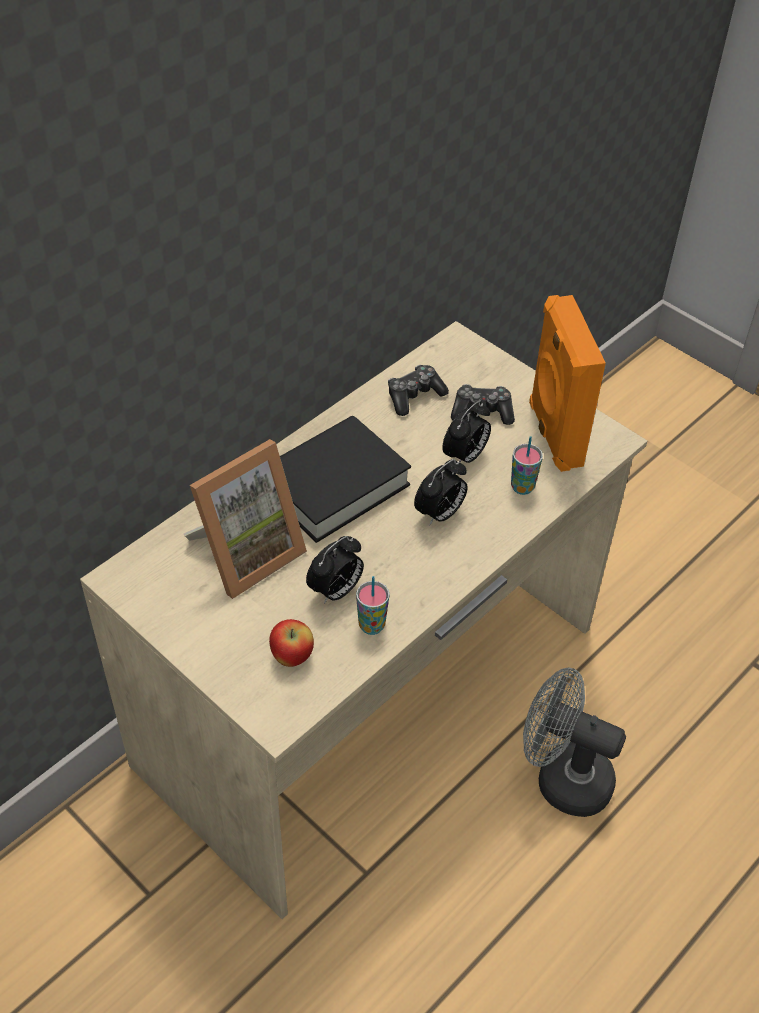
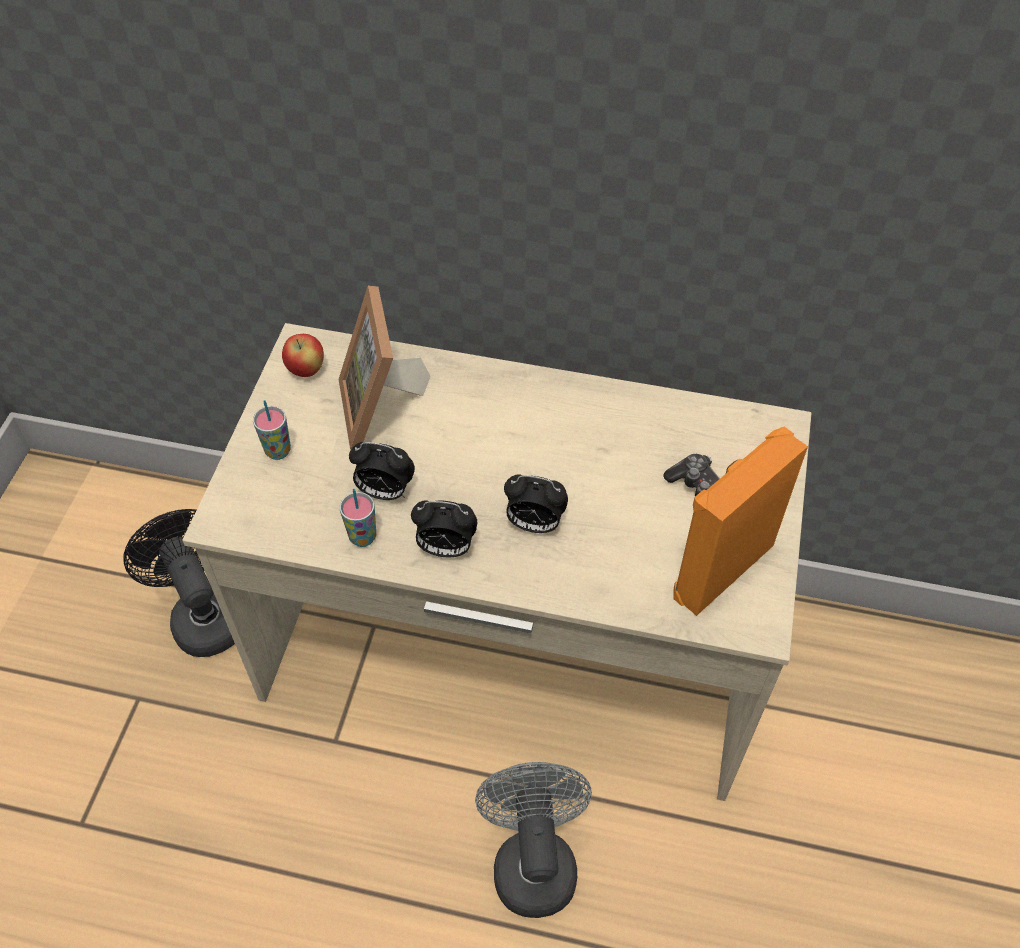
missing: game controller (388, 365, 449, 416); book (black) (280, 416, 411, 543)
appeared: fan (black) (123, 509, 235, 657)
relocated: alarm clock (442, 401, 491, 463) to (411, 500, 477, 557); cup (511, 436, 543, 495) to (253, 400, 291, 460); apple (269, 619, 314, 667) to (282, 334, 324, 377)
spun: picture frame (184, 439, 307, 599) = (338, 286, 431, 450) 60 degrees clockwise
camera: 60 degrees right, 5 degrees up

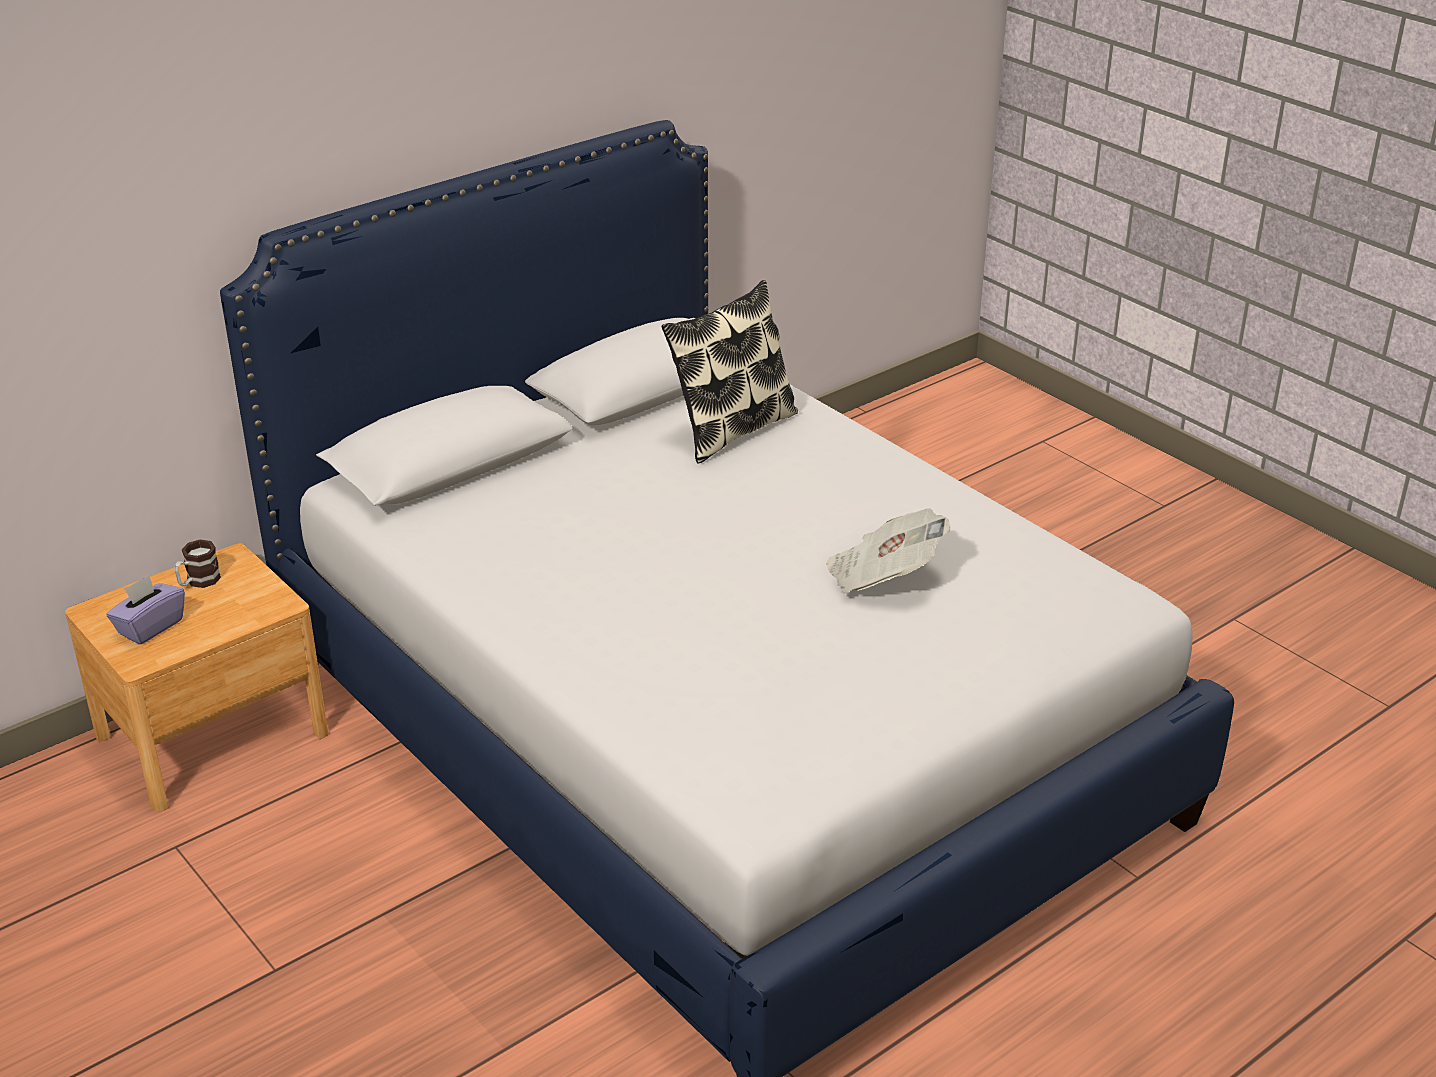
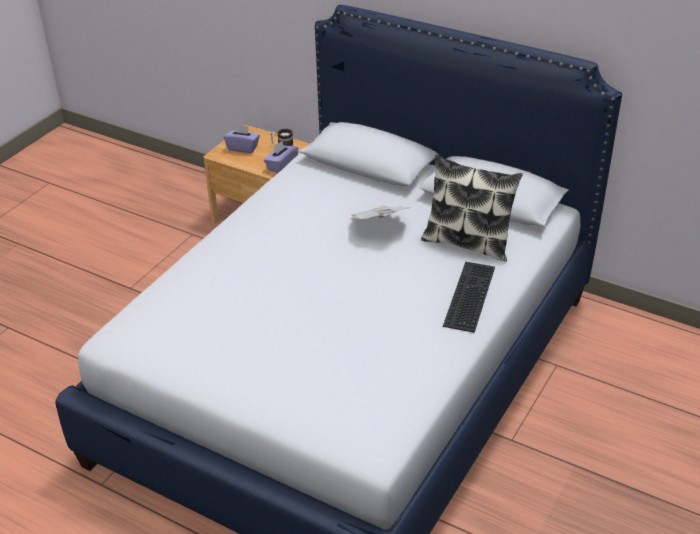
appeared: tissue box (purple) (264, 141, 298, 173); keyboard (443, 262, 495, 333)
relocated: newspaper (826, 508, 950, 594) to (351, 205, 410, 219)
camera: 70 degrees right, 5 degrees up

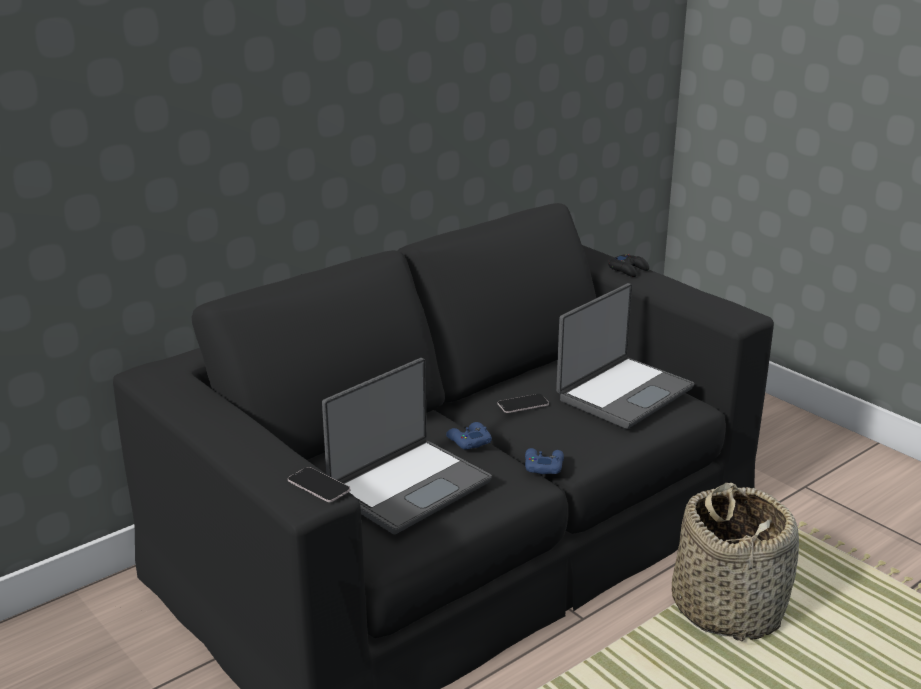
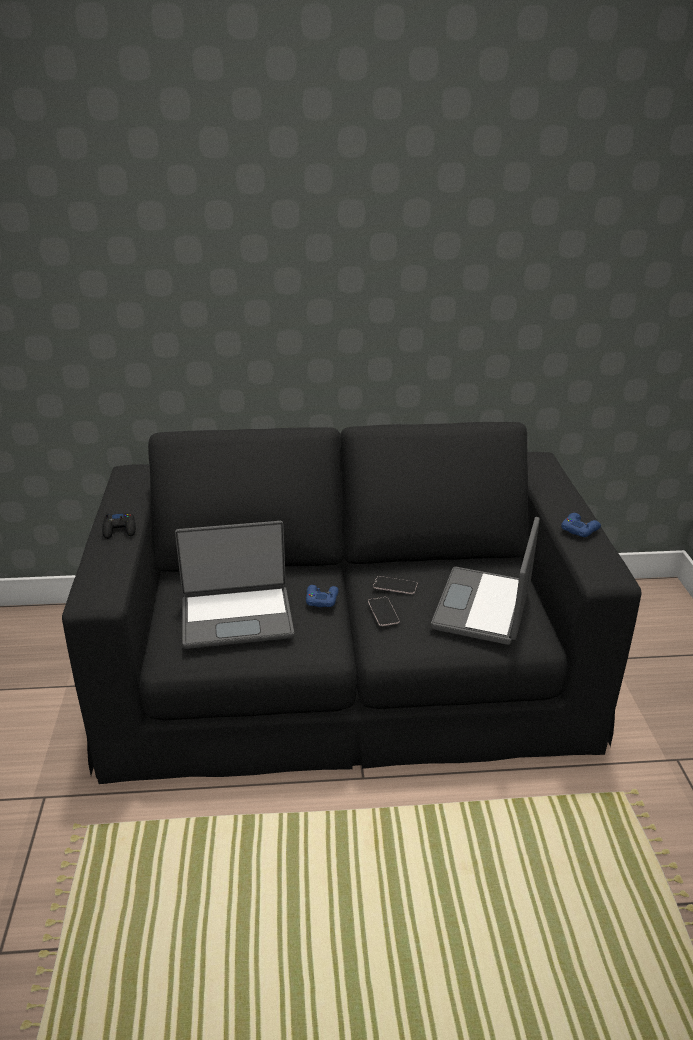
missing: basket (672, 483, 799, 642)
relocated: game controller (black) (608, 254, 649, 277) to (102, 513, 136, 539); game controller (blue) (525, 448, 564, 474) to (561, 513, 601, 537); phone (288, 467, 350, 502) to (368, 597, 400, 626)
spun: laptop (556, 283, 694, 429) = (431, 517, 540, 645) 120 degrees clockwise
camera: 35 degrees right, 5 degrees up

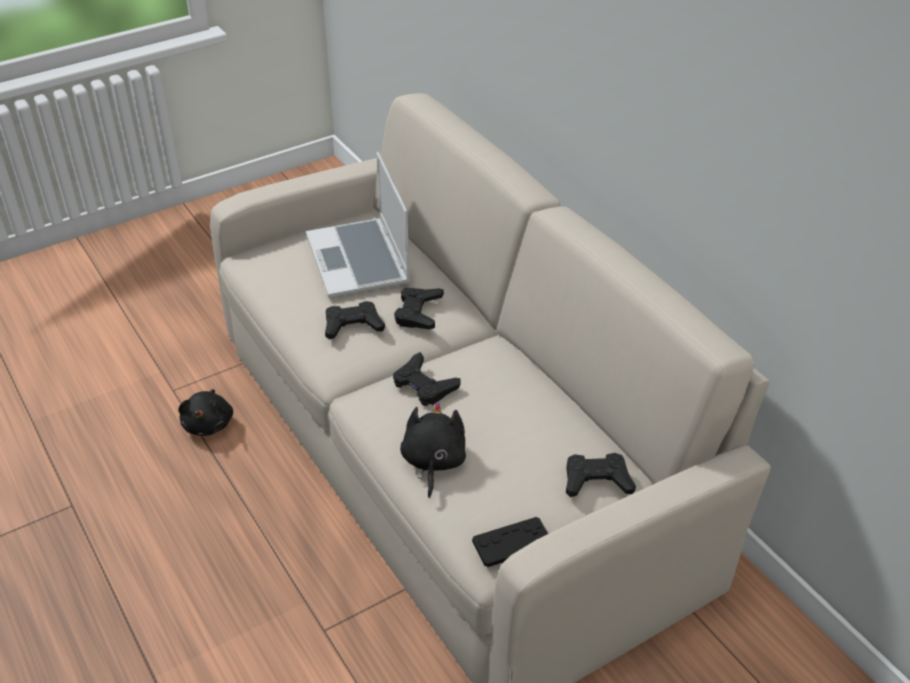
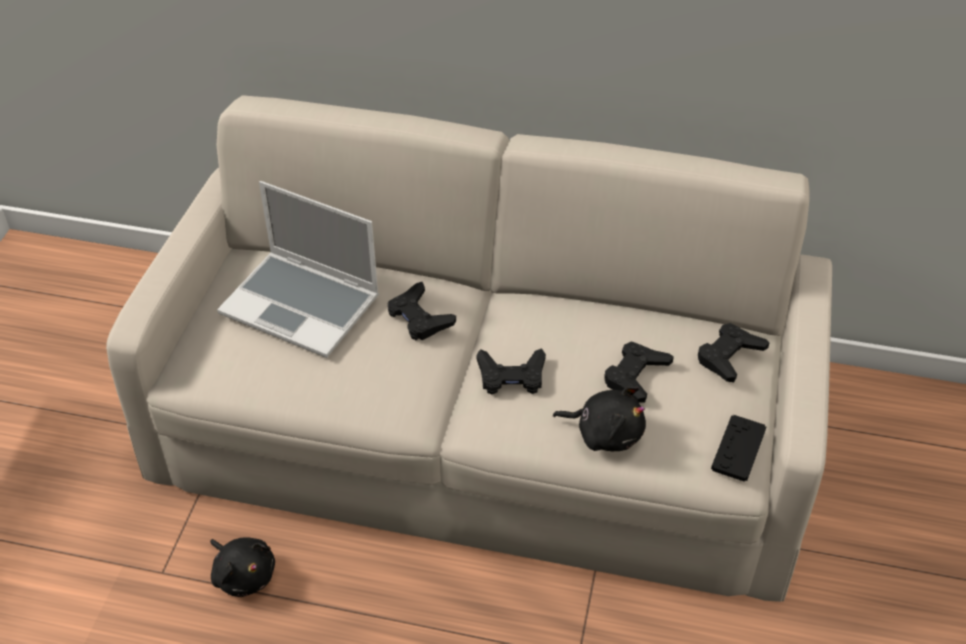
relocated: game controller (black) (325, 301, 385, 340) to (605, 341, 674, 403)
spun: plush toy (black) (400, 401, 466, 498) = (553, 386, 646, 451) 150 degrees clockwise
camera: 45 degrees left, 5 degrees up

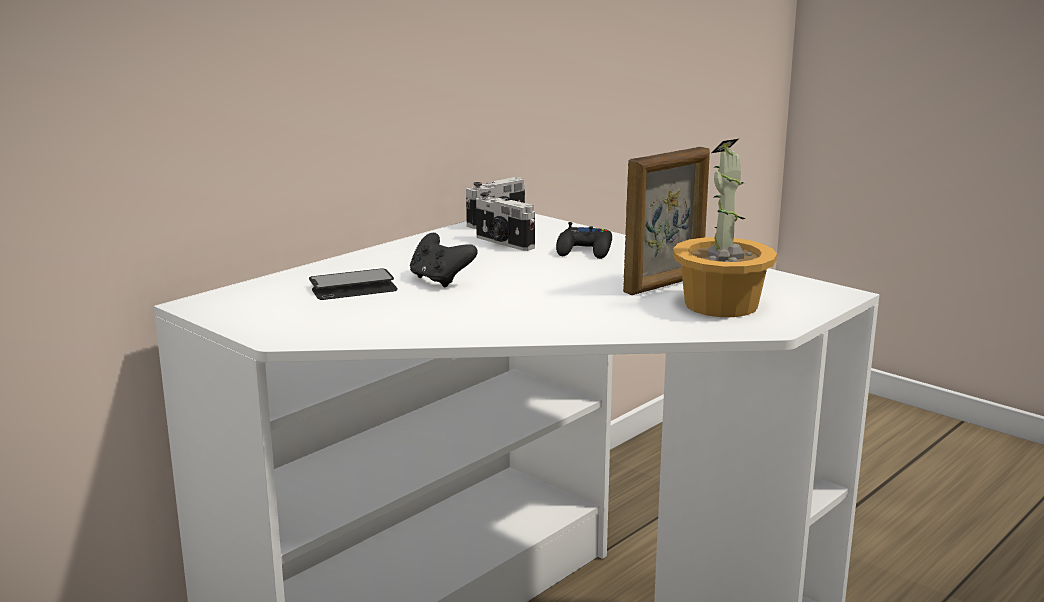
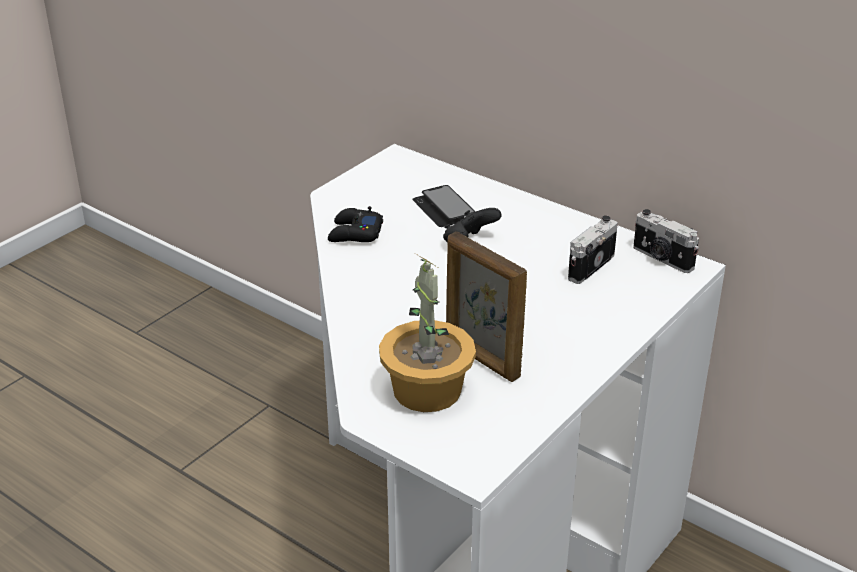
relocated: game controller (black) (556, 222, 612, 259) to (328, 206, 383, 242)
camera: 85 degrees right, 15 degrees up

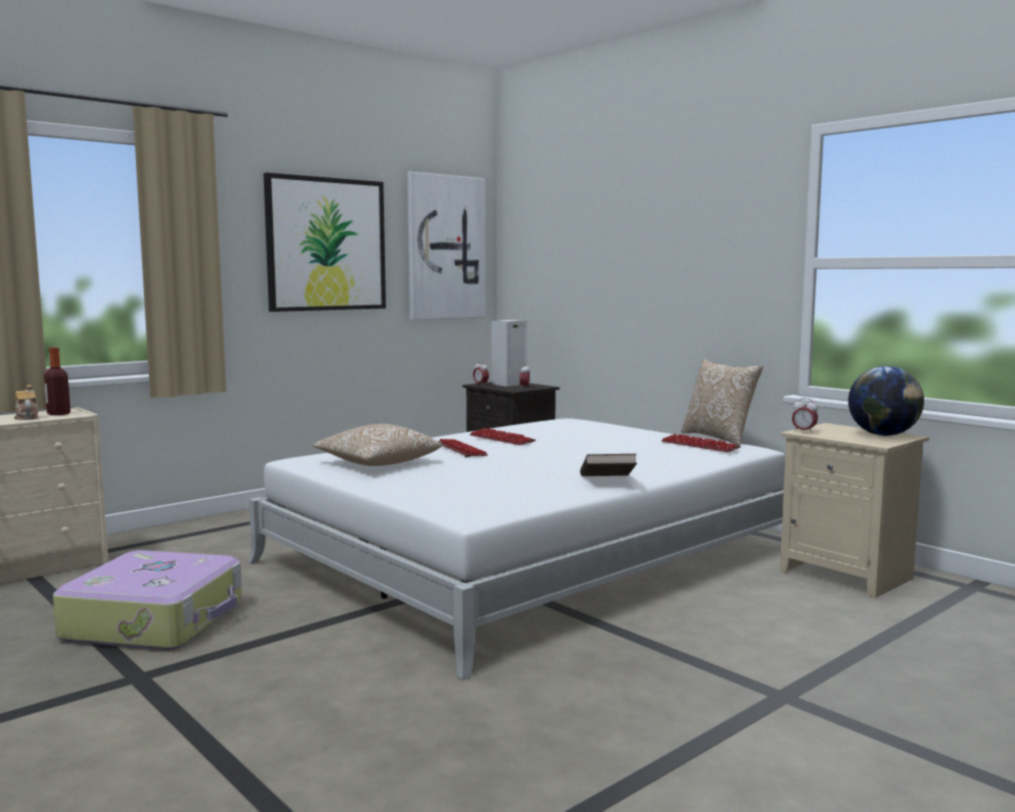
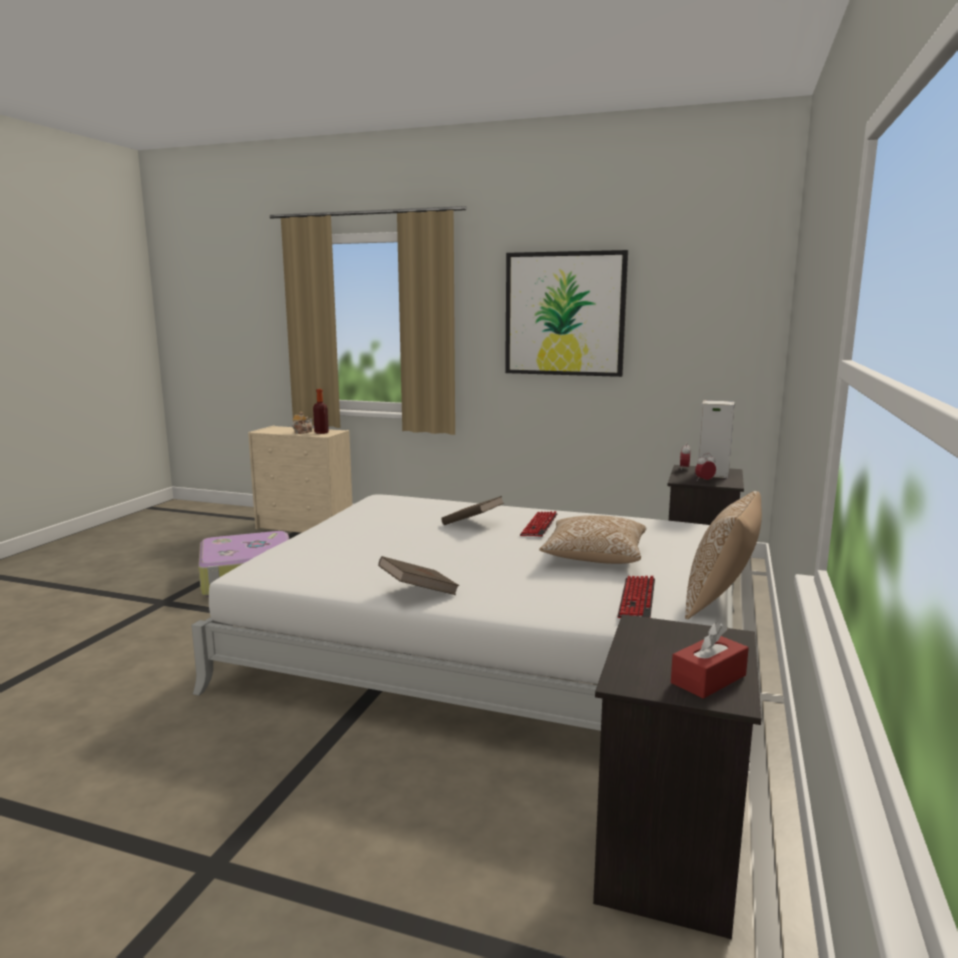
missing: picture (407, 172, 486, 320); alarm clock (792, 398, 818, 434)
relocated: pillow (312, 424, 442, 466) to (539, 515, 646, 564)
exchanged: globe (848, 366, 924, 436) to tissue box (red) (671, 622, 749, 699); keyboard (439, 439, 488, 457) to book (brown) (441, 496, 504, 525)
colour: nightstand (beige) (780, 423, 929, 598) to nightstand (black) (593, 614, 761, 939)
camera: 60 degrees right, 5 degrees up

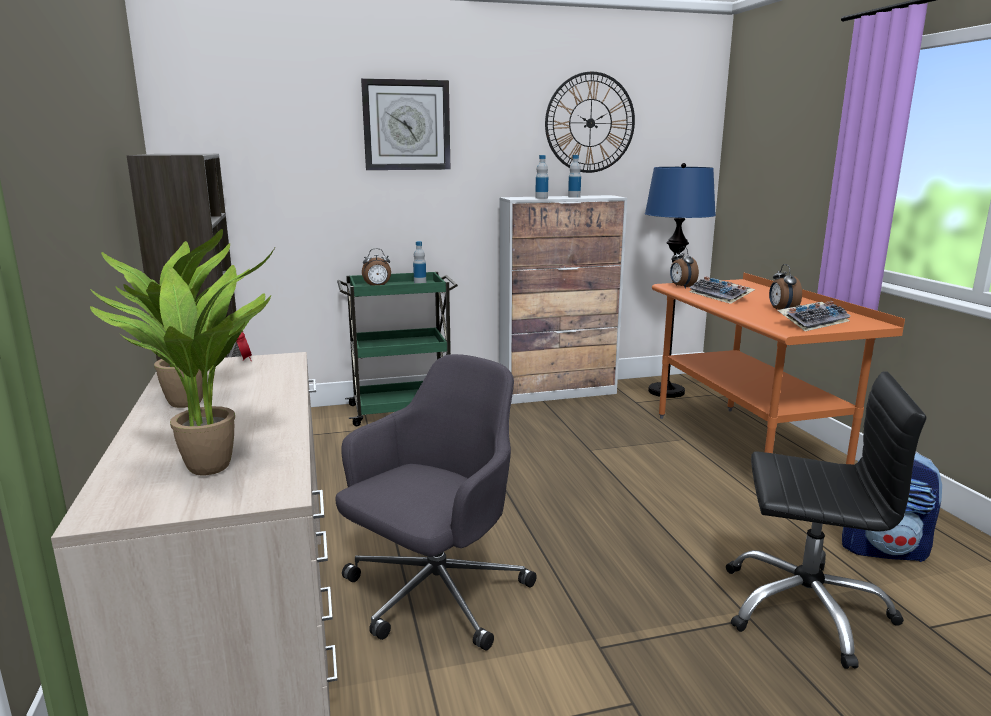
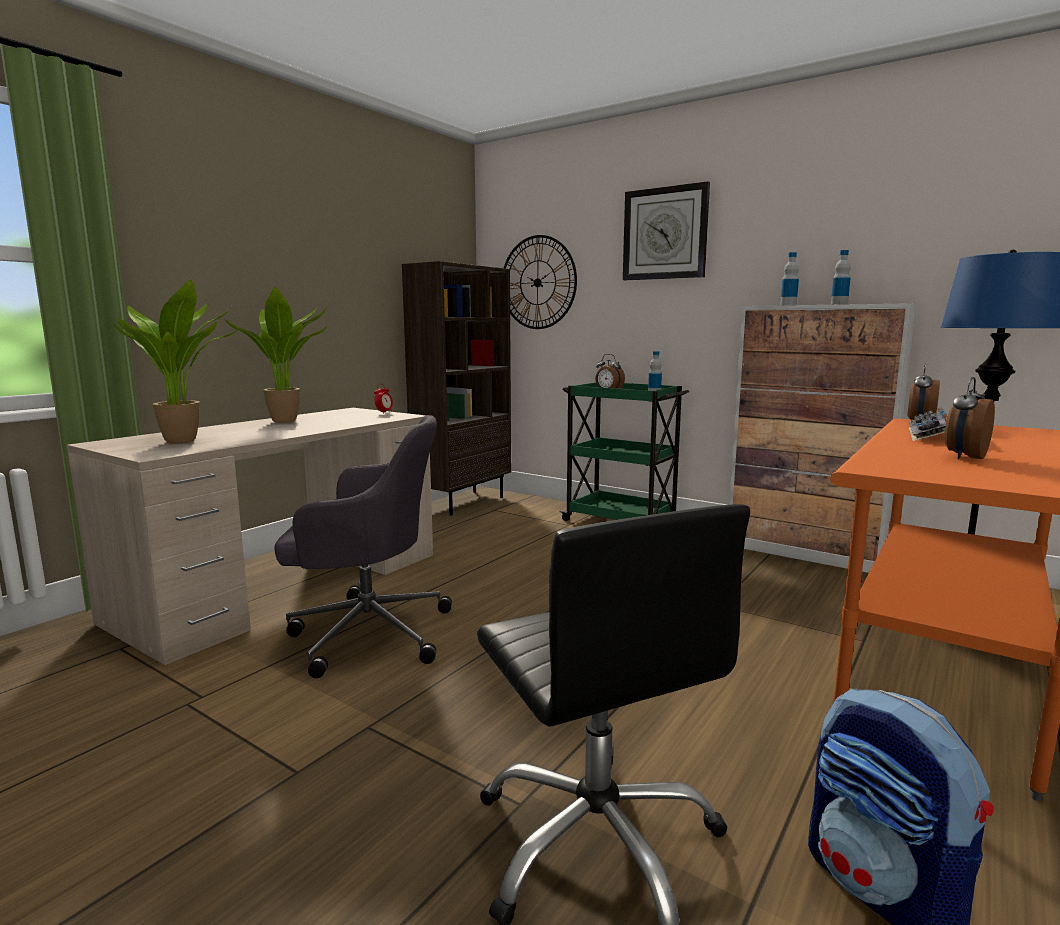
missing: keyboard (777, 301, 851, 331)
relocated: wall clock (545, 72, 635, 173) to (504, 235, 577, 329)
camera: 50 degrees right, 5 degrees down

